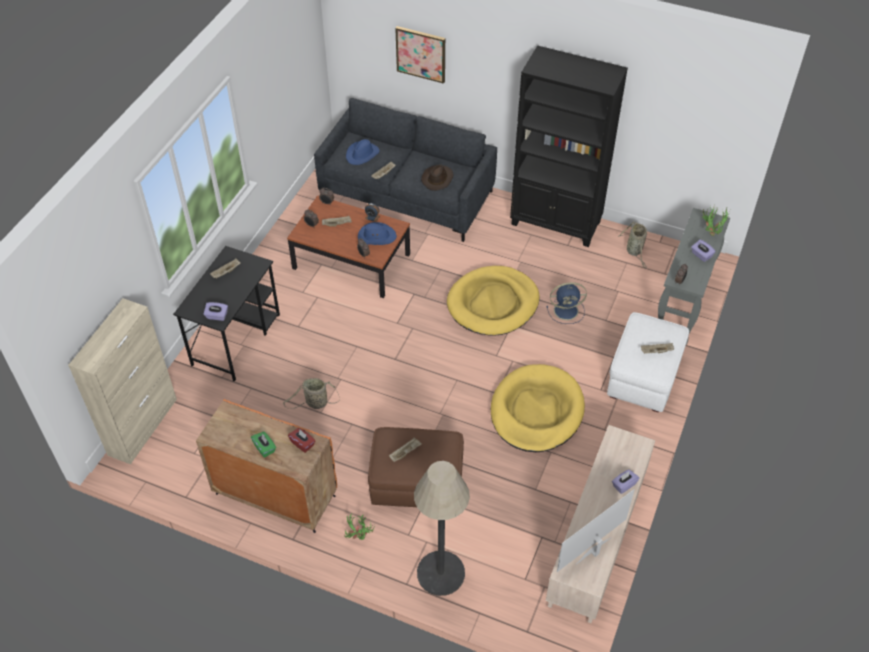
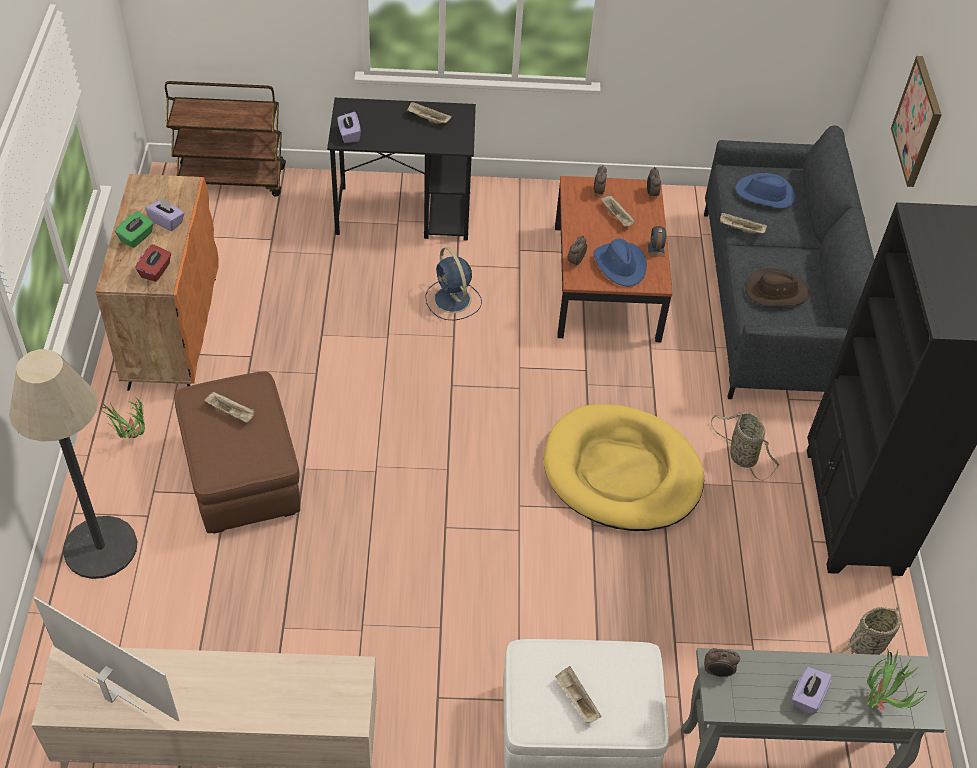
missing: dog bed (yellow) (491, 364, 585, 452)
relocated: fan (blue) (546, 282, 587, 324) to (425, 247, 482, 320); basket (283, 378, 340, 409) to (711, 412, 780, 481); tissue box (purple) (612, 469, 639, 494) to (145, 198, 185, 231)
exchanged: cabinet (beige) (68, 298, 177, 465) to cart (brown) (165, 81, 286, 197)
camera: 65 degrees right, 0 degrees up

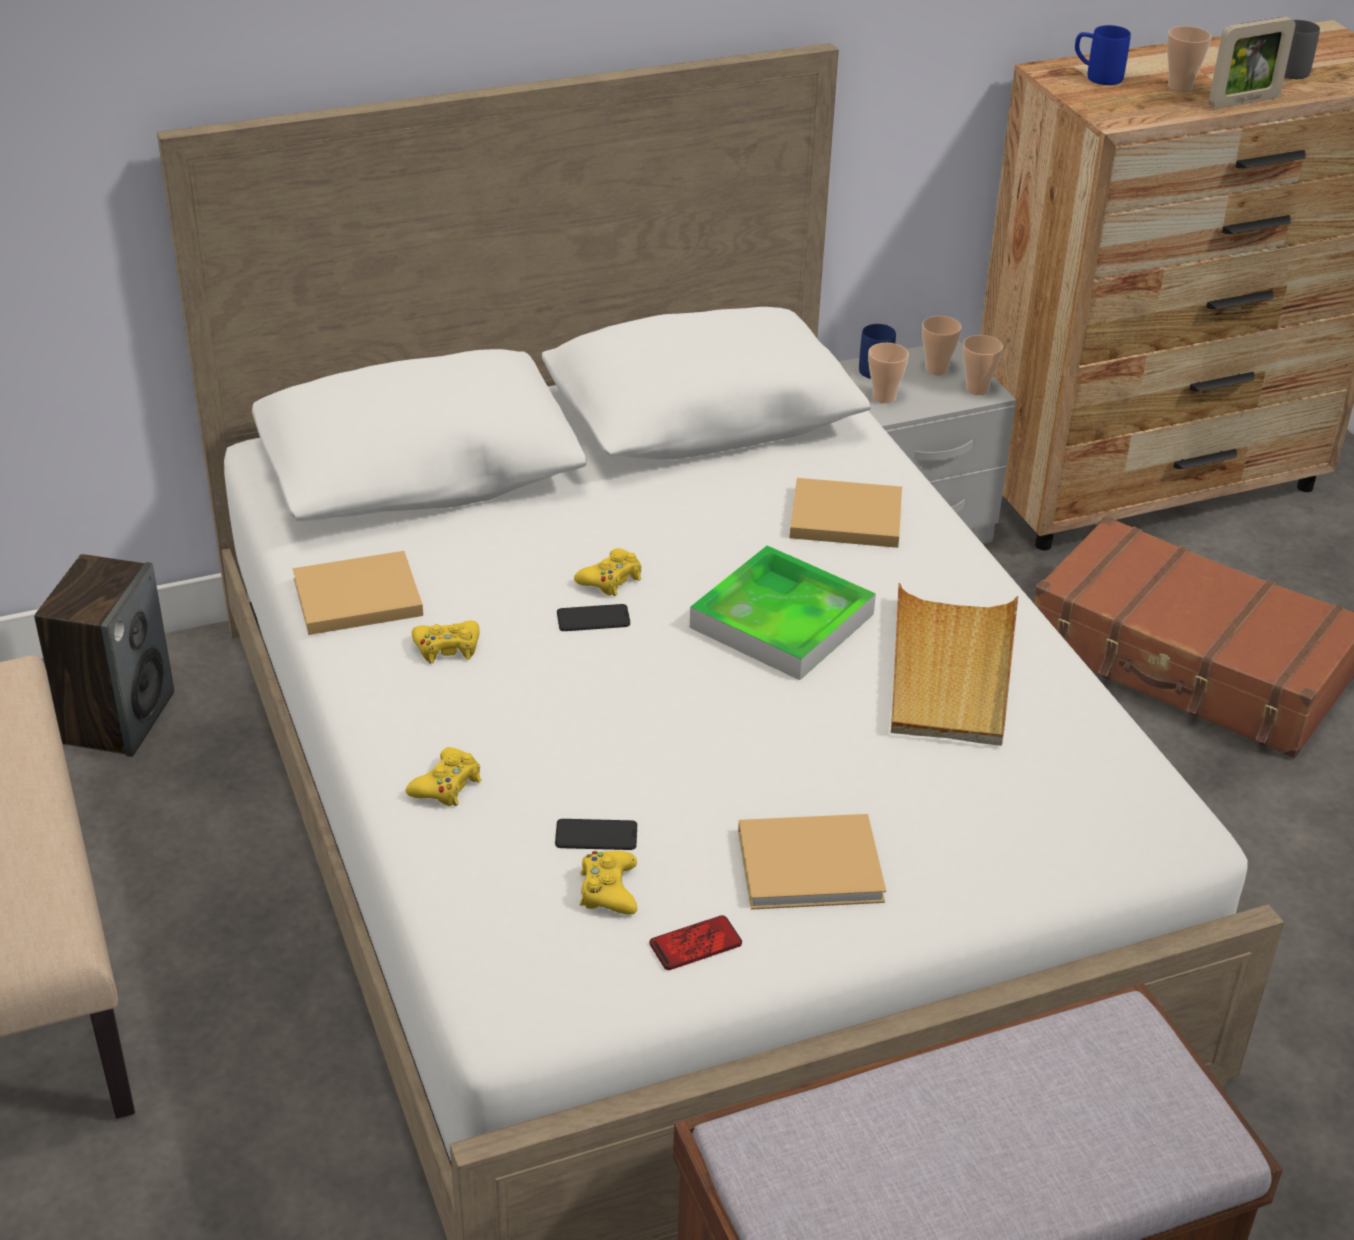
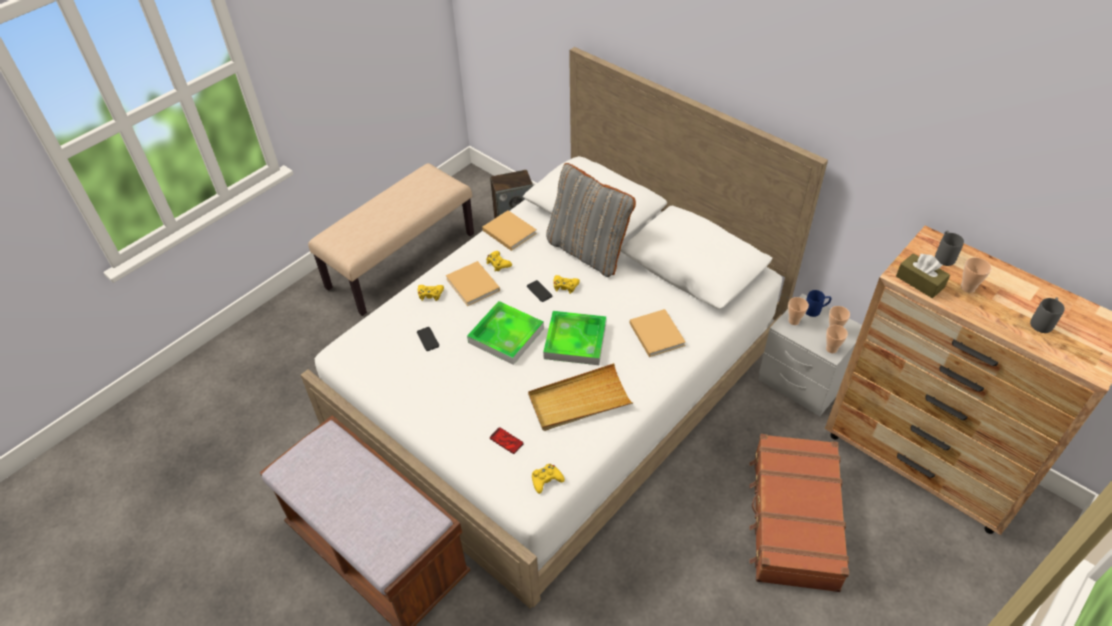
missing: picture frame (1209, 17, 1295, 109)
appeared: pillow (grey) (546, 163, 636, 277); tissue box (brown) (896, 253, 950, 298); tray (467, 301, 544, 365)
relocated: book (beige) (738, 814, 886, 910) to (446, 261, 500, 306); game controller (yellow) (580, 851, 637, 915) to (532, 464, 565, 494); phone (650, 915, 742, 970) to (490, 427, 524, 454)
colour: mug (blue) (1075, 25, 1131, 85) to mug (grey) (935, 230, 964, 266)
camera: 65 degrees right, 10 degrees up

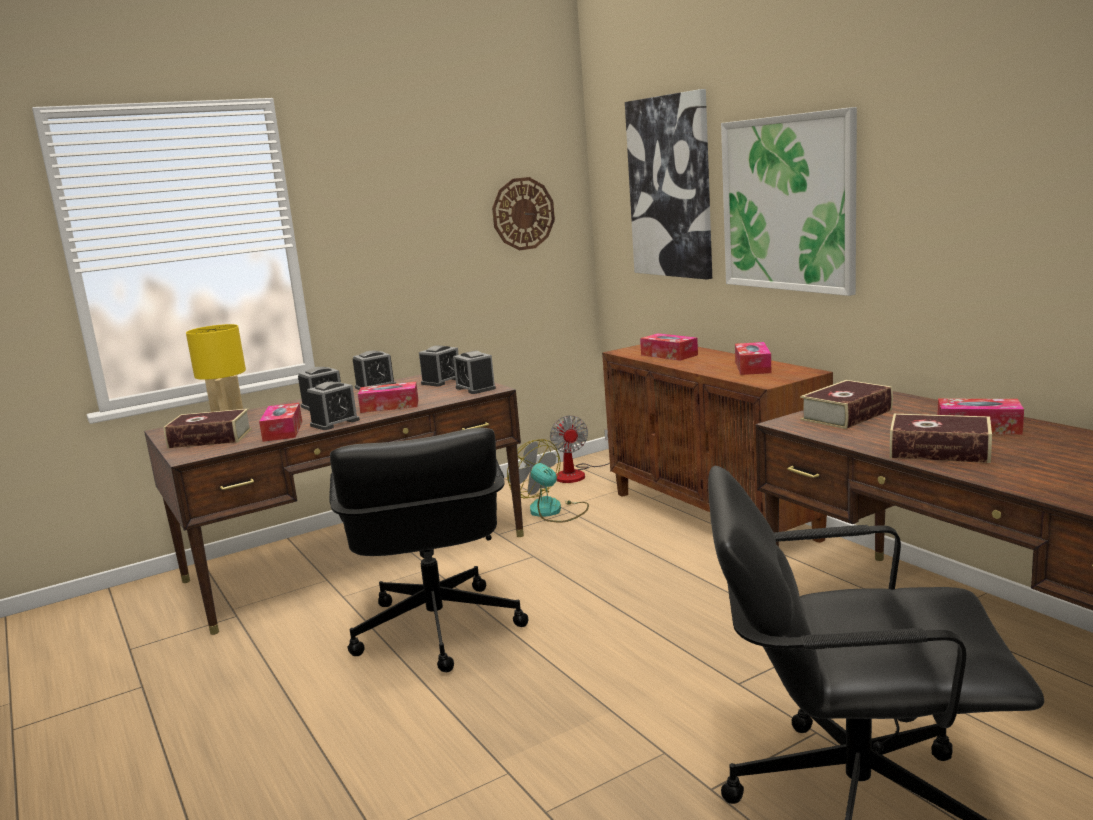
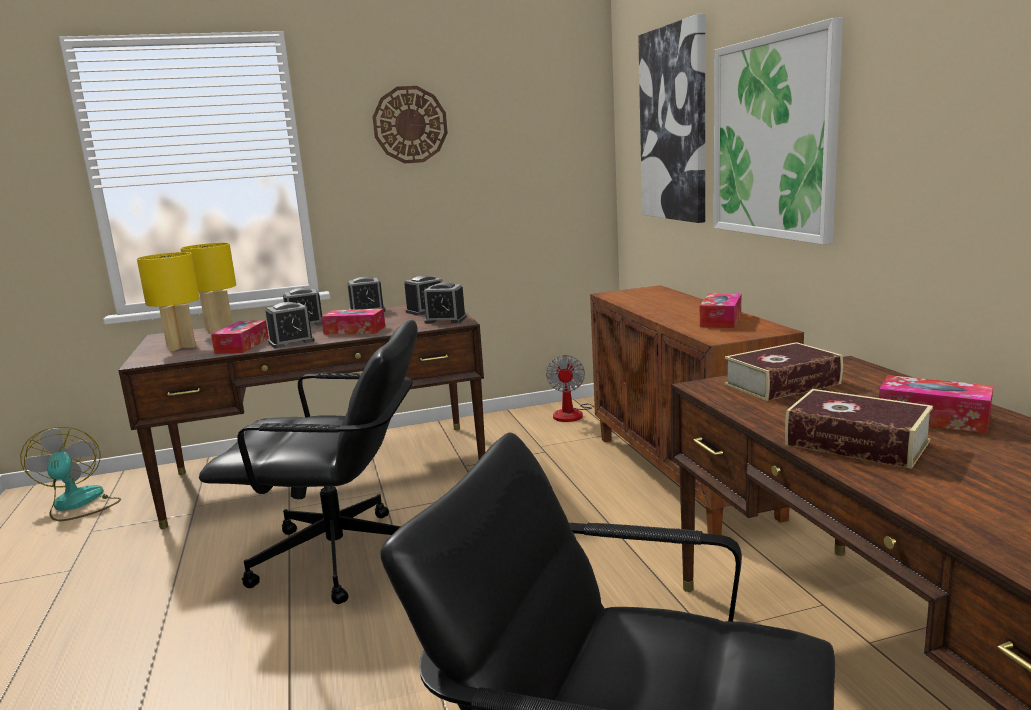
missing: tissue box (640, 333, 698, 361)
relocated: wall clock (492, 177, 555, 250) to (373, 86, 448, 164); fan (507, 439, 589, 523) to (20, 427, 121, 521)
exchanged: book (163, 409, 252, 449) to table lamp (yellow) (137, 252, 199, 351)
spun: alarm clock (453, 351, 496, 394) = (424, 282, 467, 324) 60 degrees counterclockwise; office chair (black) (329, 428, 529, 672) = (199, 320, 418, 604) 90 degrees counterclockwise
camera: 15 degrees right, 0 degrees up

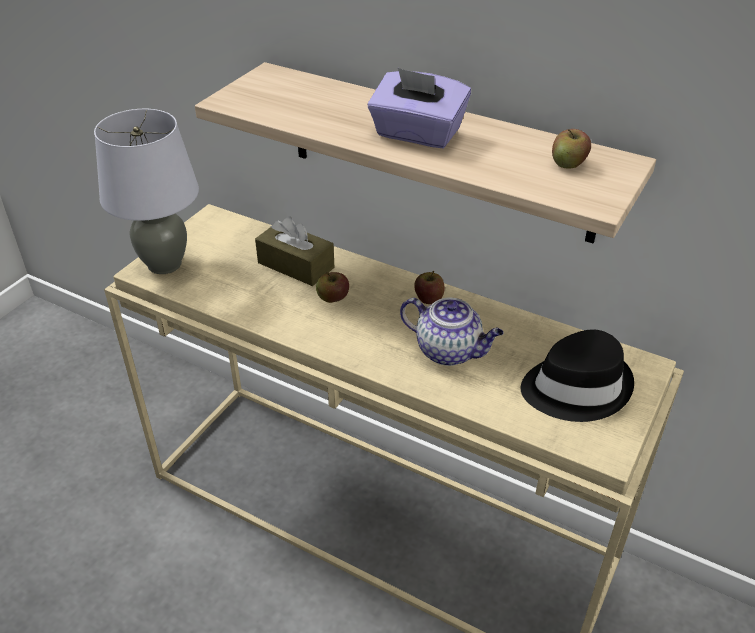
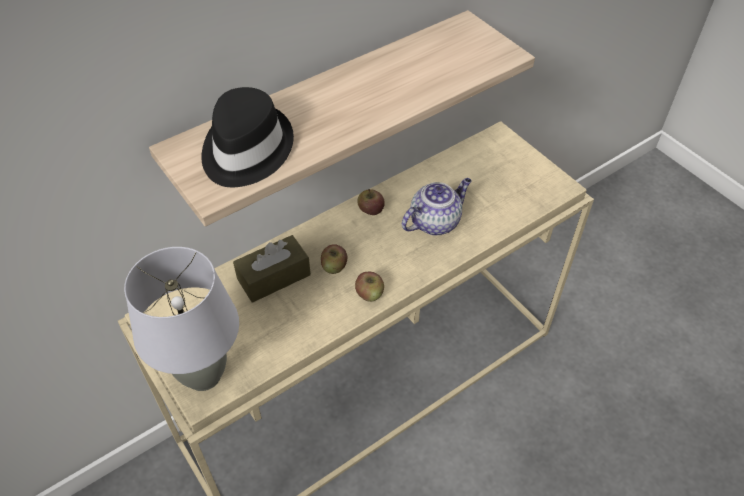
missing: tissue box (purple) (368, 68, 471, 149)
relocated: apple (552, 129, 591, 169) to (355, 272, 384, 302); hat (black) (521, 330, 634, 422) to (201, 87, 294, 187)
camera: 65 degrees left, 10 degrees up

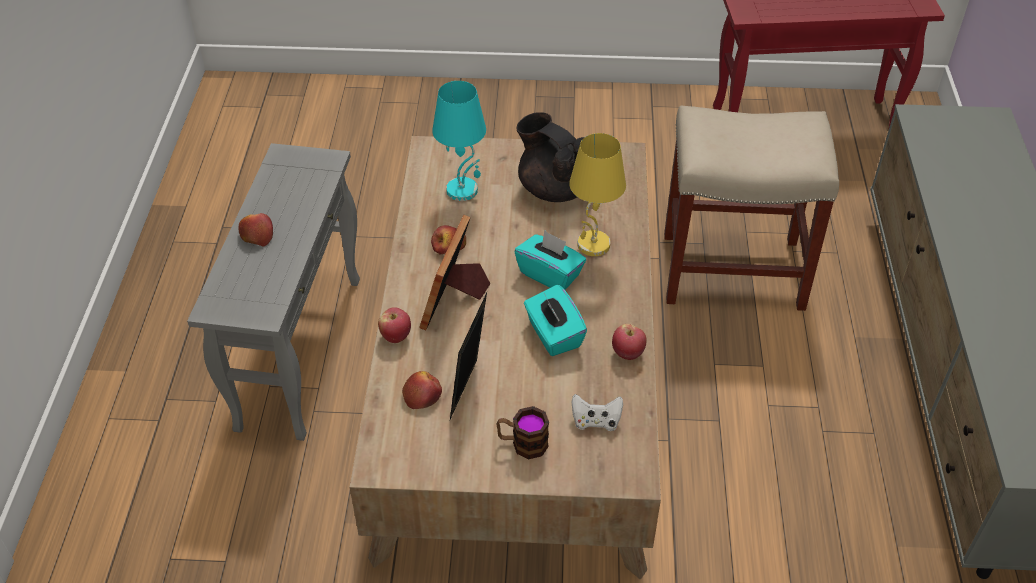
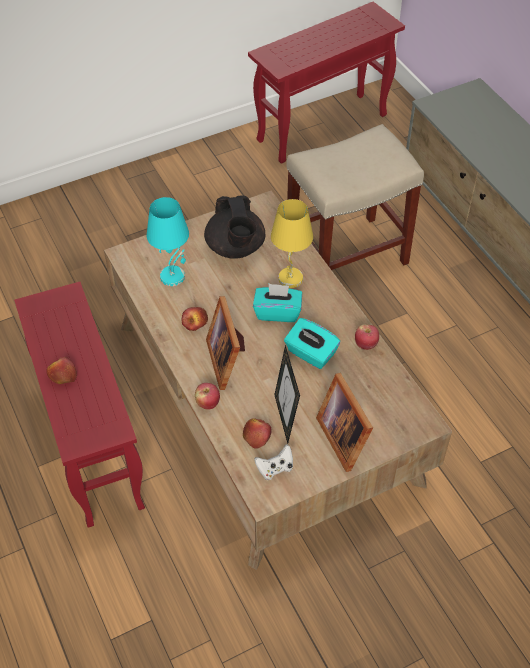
relocated: game controller (white) (572, 394, 623, 431) to (254, 444, 293, 480)
exchanged: mug (497, 406, 549, 459) to picture frame (316, 373, 373, 472)
colour: side table (grey) (187, 143, 360, 441) to side table (red) (14, 282, 145, 528)
spun: teapot (black) (516, 112, 584, 202) = (204, 195, 265, 259) 120 degrees counterclockwise
camera: 30 degrees left, 5 degrees up

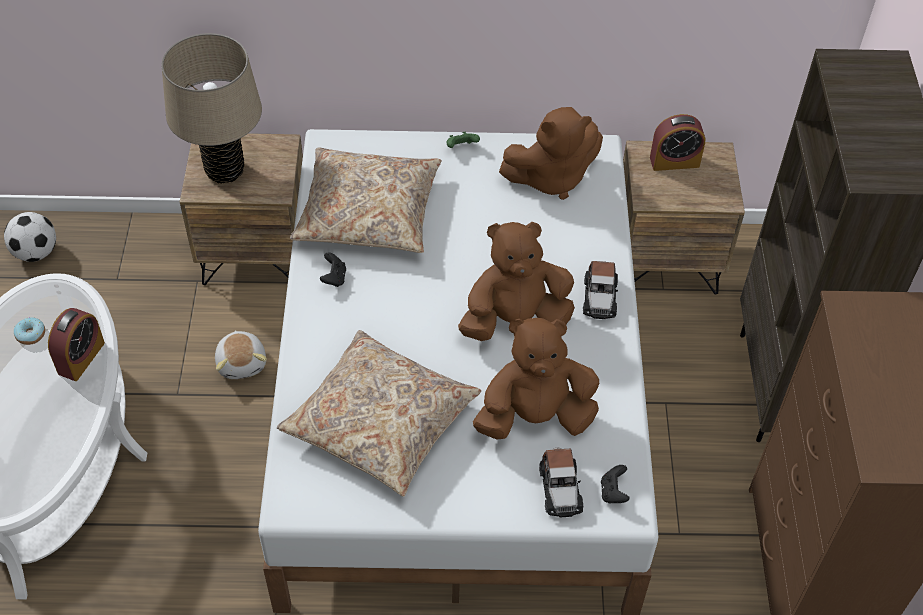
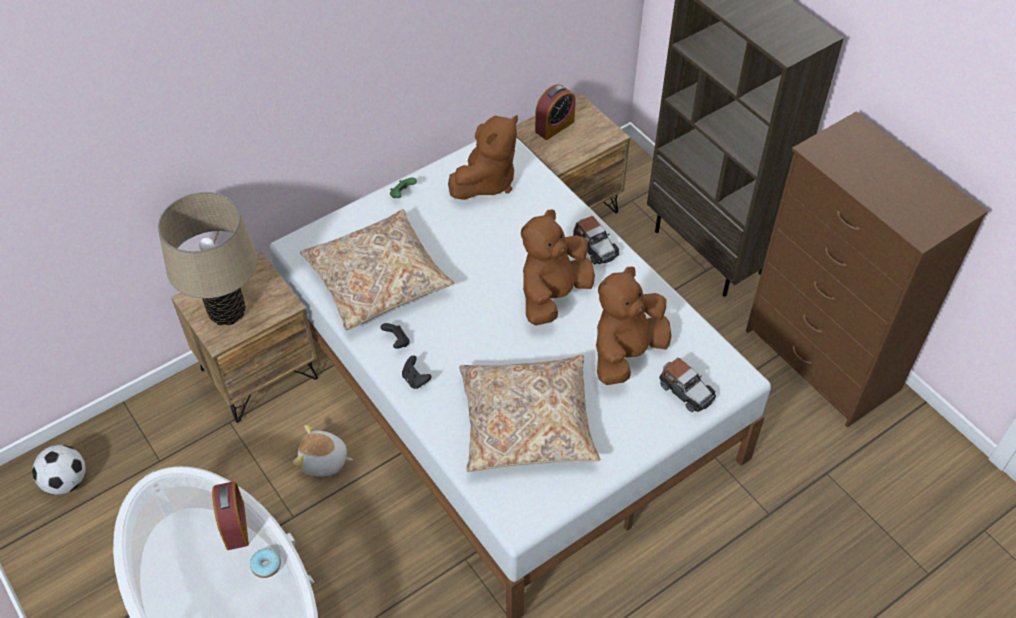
relocated: donut (14, 317, 45, 345) to (250, 548, 281, 578); game controller (black) (601, 465, 630, 503) to (402, 355, 432, 389)
spun: plush toy (215, 330, 267, 379) = (293, 425, 353, 477) 150 degrees clockwise
camera: 35 degrees left, 0 degrees up

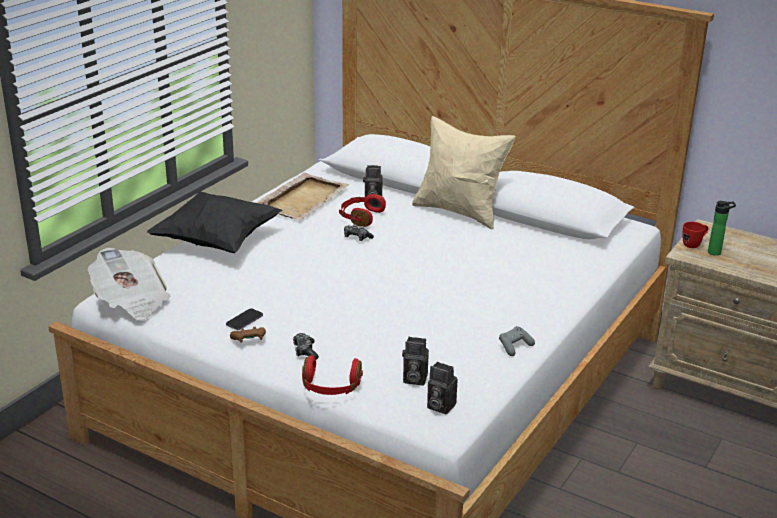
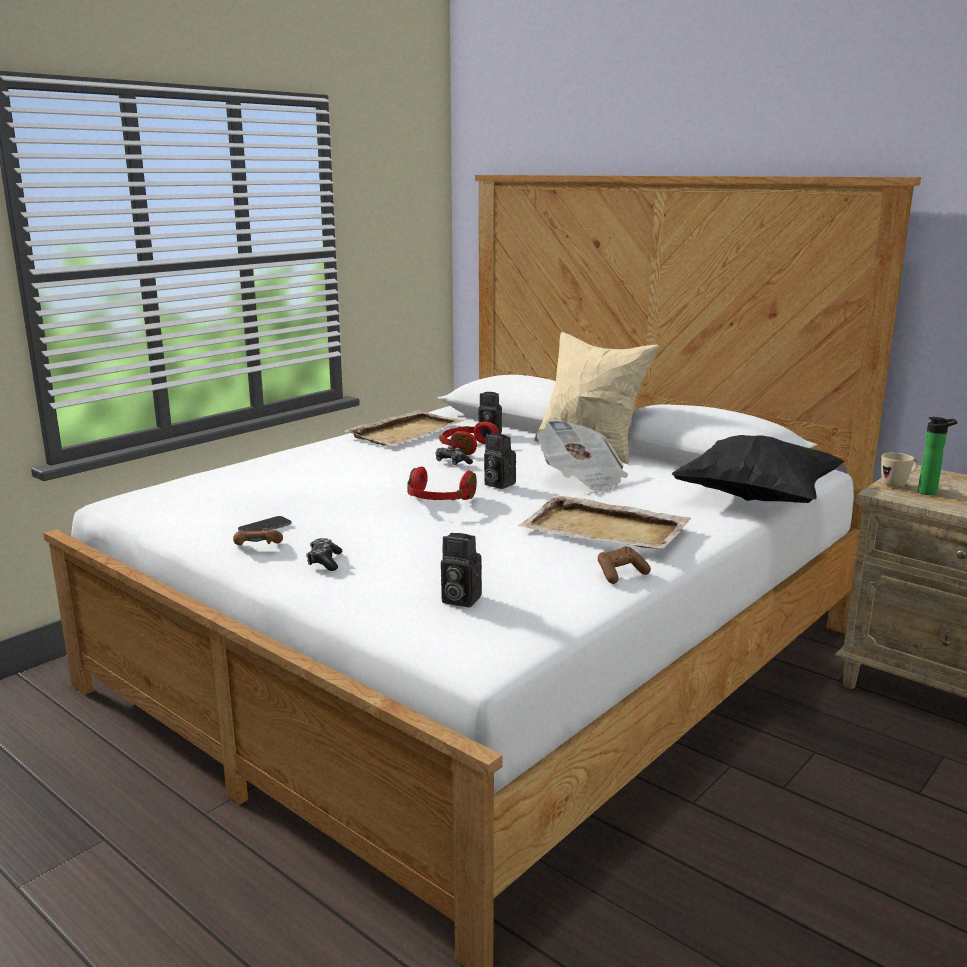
appeared: tray (beige) (518, 495, 691, 549)
relocated: pillow (black) (147, 192, 282, 253) to (671, 435, 845, 503); newspaper (88, 248, 171, 320) to (537, 419, 628, 494); headphones (red) (302, 355, 363, 395) to (407, 466, 477, 500); photo camera (427, 362, 458, 414) to (484, 433, 516, 489)
colour: mug (red) (683, 222, 708, 248) to mug (beige) (881, 452, 918, 487); game controller (grey) (499, 326, 535, 356) to game controller (brown) (598, 546, 651, 584)
camera: 10 degrees right, 10 degrees down

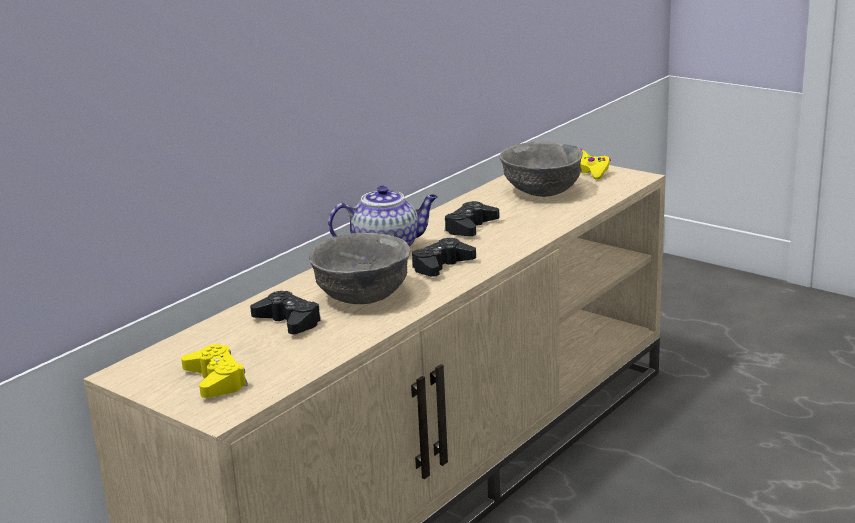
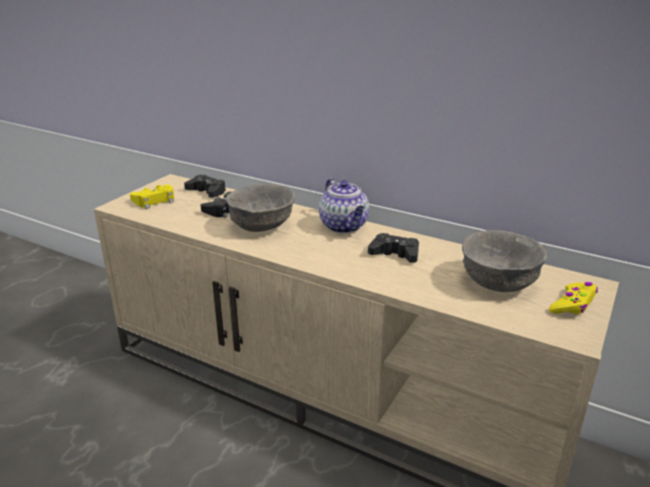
relocated: game controller (black) (412, 238, 476, 277) to (184, 175, 226, 198)
camera: 80 degrees right, 5 degrees up

